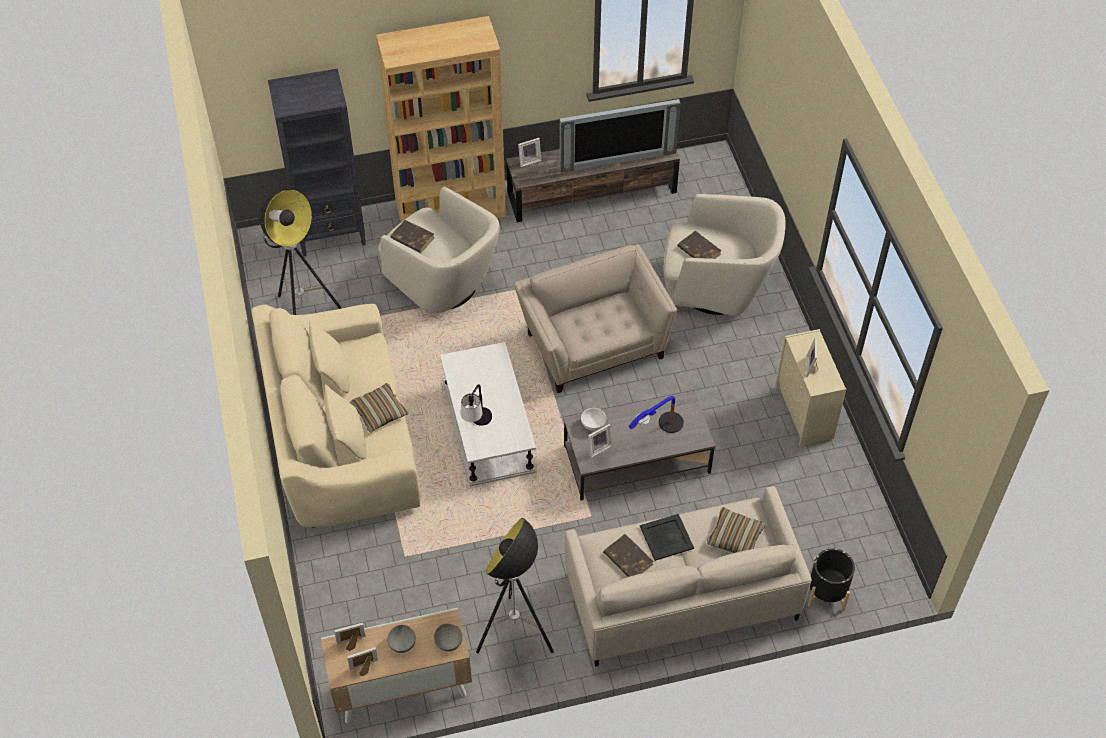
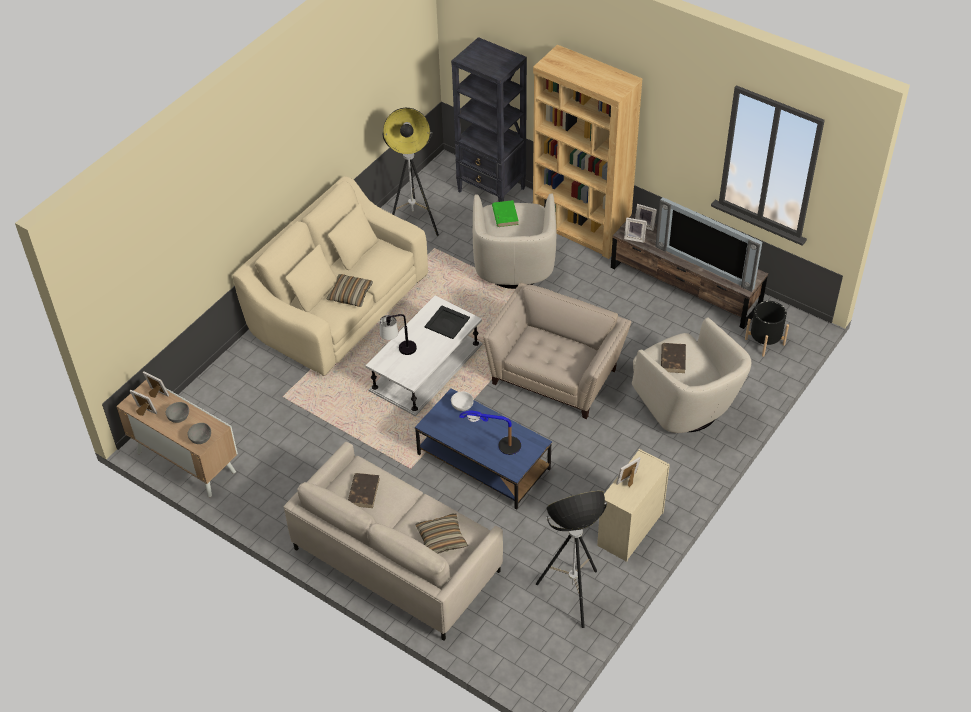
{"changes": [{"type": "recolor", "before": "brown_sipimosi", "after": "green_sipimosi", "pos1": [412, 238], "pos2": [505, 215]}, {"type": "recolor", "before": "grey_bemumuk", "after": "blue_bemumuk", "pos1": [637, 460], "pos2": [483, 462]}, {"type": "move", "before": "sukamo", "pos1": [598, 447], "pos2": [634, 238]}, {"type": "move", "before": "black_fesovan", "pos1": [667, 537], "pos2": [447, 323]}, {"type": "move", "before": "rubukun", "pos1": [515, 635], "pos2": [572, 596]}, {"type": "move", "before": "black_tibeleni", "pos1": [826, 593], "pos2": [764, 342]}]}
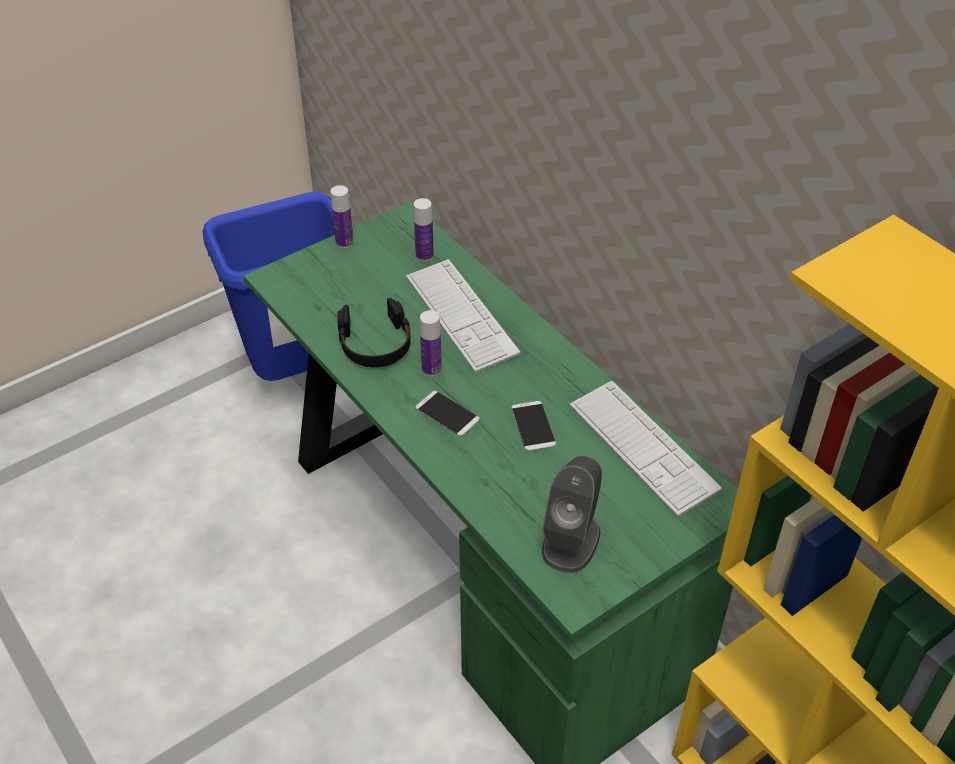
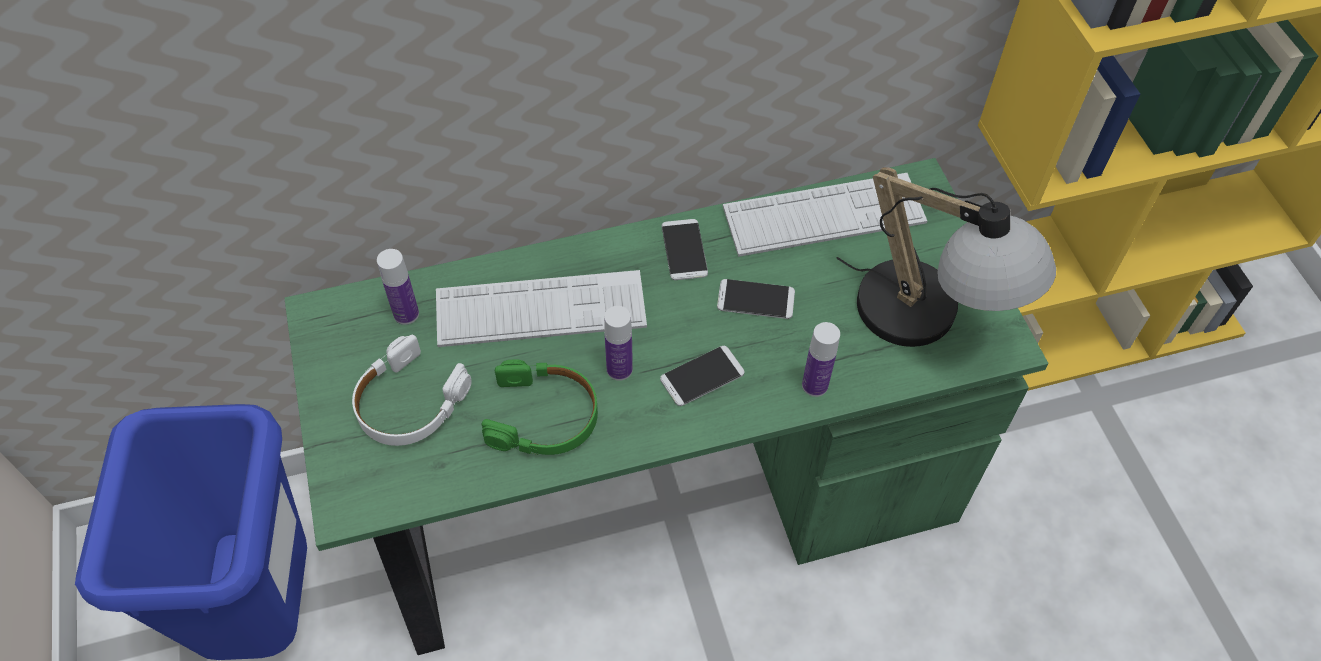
{"changes": [{"type": "move", "before": "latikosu", "pos1": [344, 242], "pos2": [815, 385]}, {"type": "recolor", "before": "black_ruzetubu", "after": "green_ruzetubu", "pos1": [375, 343], "pos2": [544, 416]}, {"type": "replace", "before": "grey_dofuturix", "after": "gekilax", "pos1": [571, 540], "pos2": [930, 321]}, {"type": "insert", "after": "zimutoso", "pos2": [684, 250]}, {"type": "insert", "after": "white_ruzetubu", "pos2": [409, 403]}]}
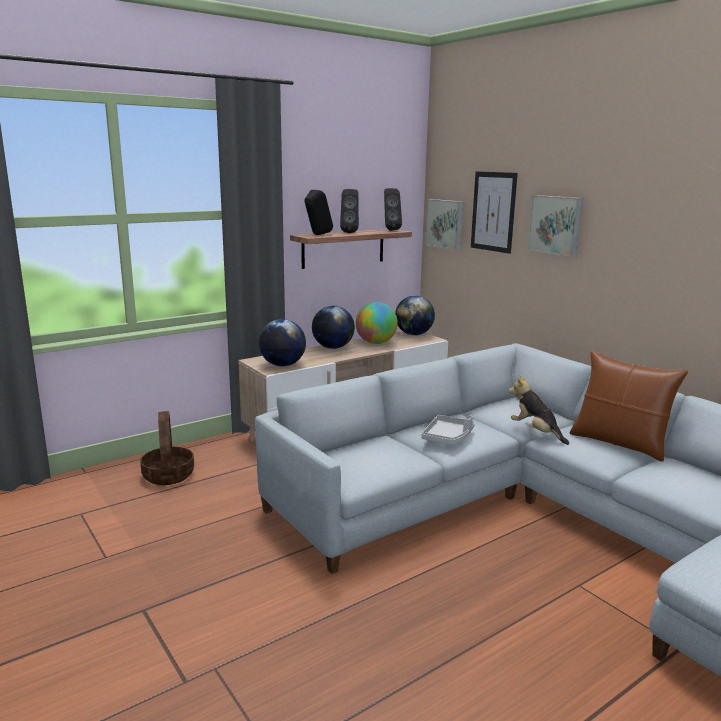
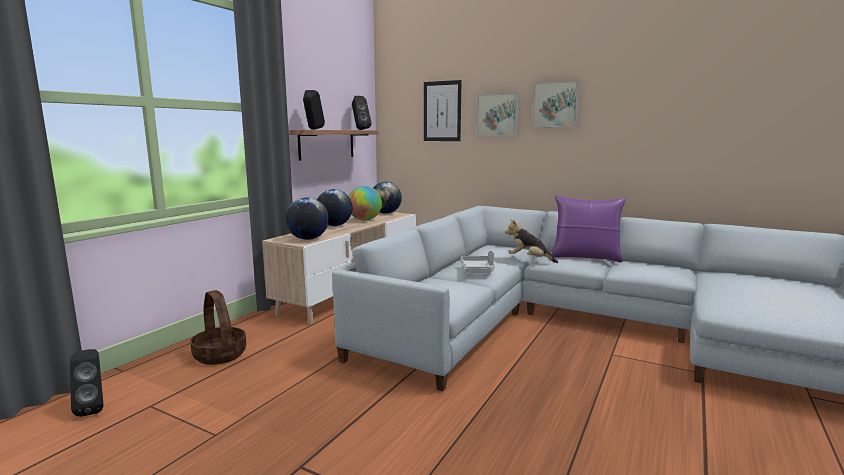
{"changes": [{"type": "move", "before": "black_dofuturix", "pos1": [349, 233], "pos2": [93, 408]}, {"type": "move", "before": "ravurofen", "pos1": [445, 224], "pos2": [555, 105]}, {"type": "recolor", "before": "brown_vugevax", "after": "purple_vugevax", "pos1": [619, 443], "pos2": [585, 257]}]}
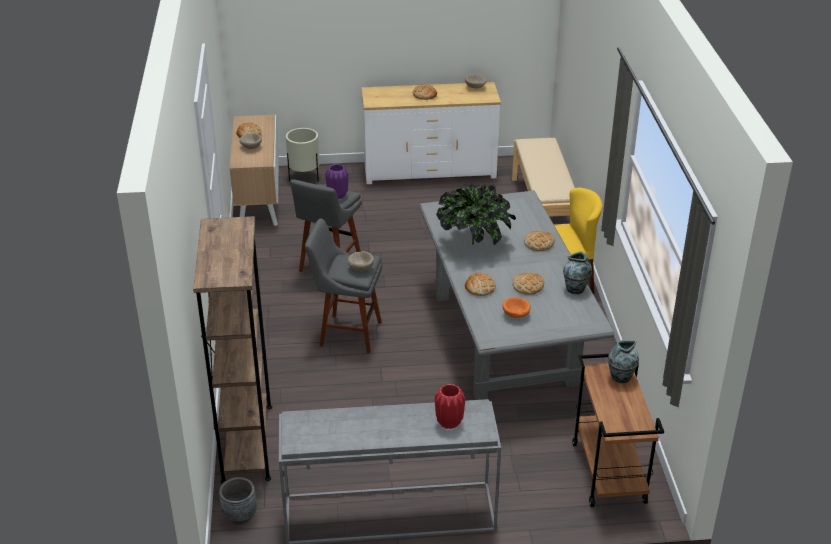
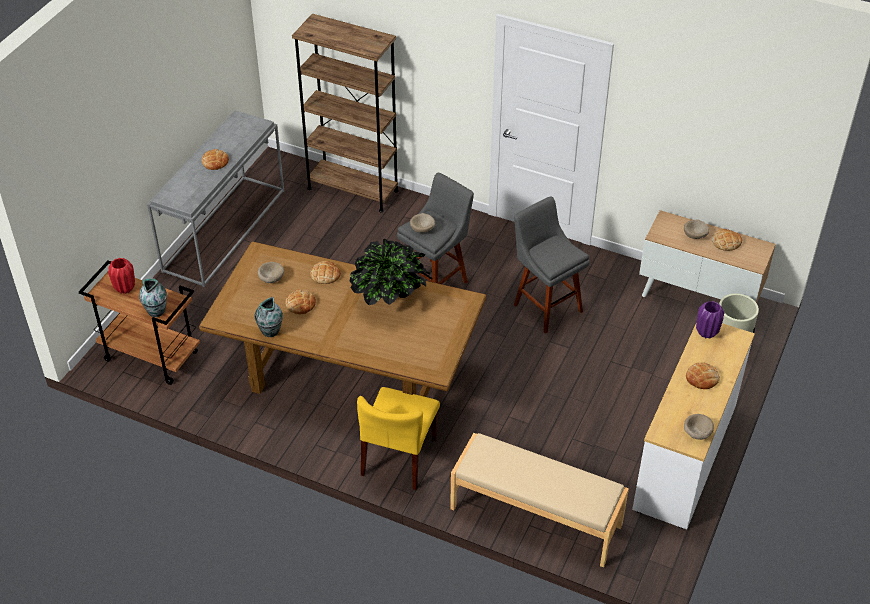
{"changes": [{"type": "move", "before": "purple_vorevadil", "pos1": [337, 195], "pos2": [707, 333]}, {"type": "recolor", "before": "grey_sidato", "after": "brown_sidato", "pos1": [503, 338], "pos2": [350, 374]}, {"type": "move", "before": "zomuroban", "pos1": [539, 243], "pos2": [215, 162]}, {"type": "recolor", "before": "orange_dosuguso", "after": "beige_dosuguso", "pos1": [516, 315], "pos2": [271, 278]}, {"type": "move", "before": "red_vorevadil", "pos1": [449, 422], "pos2": [125, 288]}, {"type": "delete", "before": "grey_tibeleni", "pos1": [240, 515]}]}
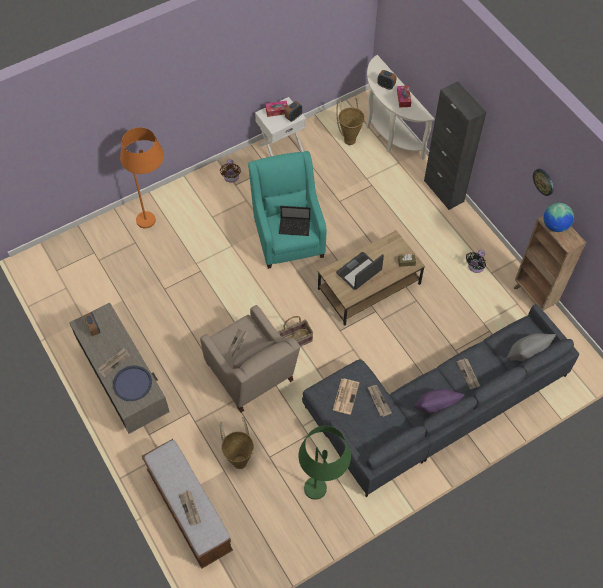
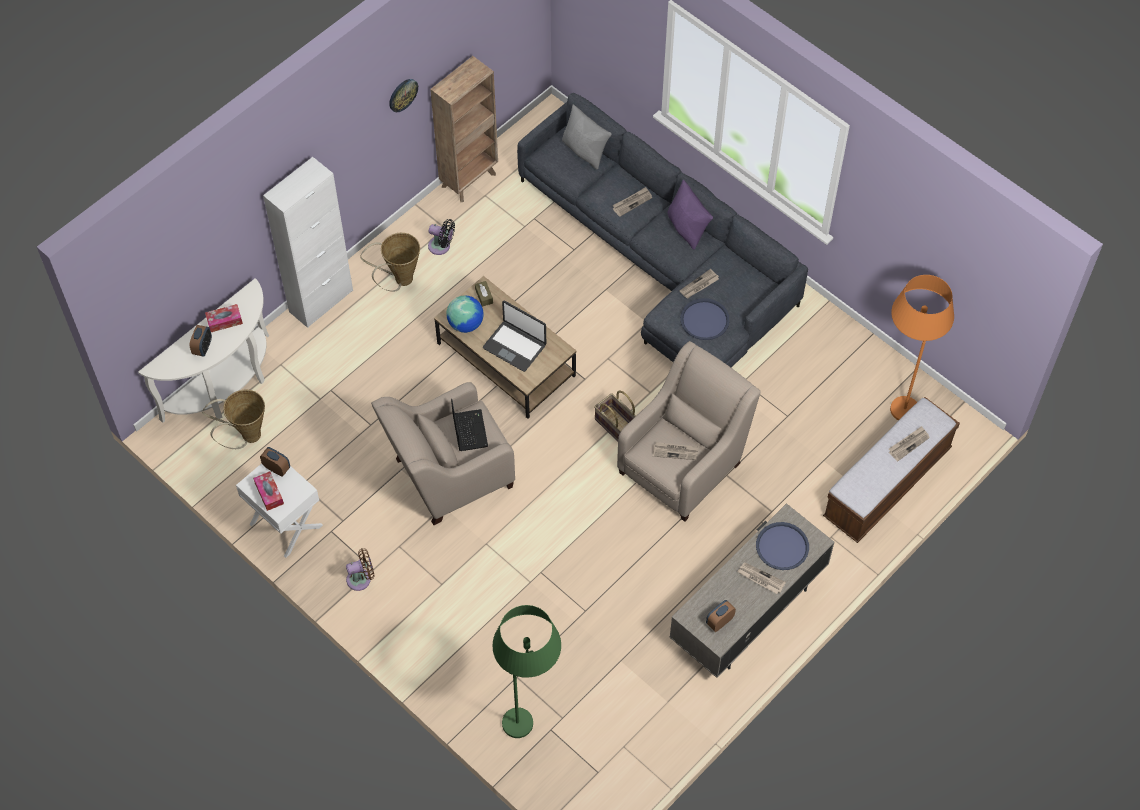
{"changes": [{"type": "recolor", "before": "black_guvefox", "after": "white_guvefox", "pos1": [443, 191], "pos2": [321, 301]}, {"type": "move", "before": "orange_rubukun", "pos1": [156, 220], "pos2": [899, 396]}, {"type": "recolor", "before": "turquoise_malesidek", "after": "beige_malesidek", "pos1": [288, 236], "pos2": [449, 475]}, {"type": "move", "before": "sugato", "pos1": [555, 226], "pos2": [466, 324]}, {"type": "replace", "before": "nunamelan", "after": "blue_fesovan", "pos1": [345, 396], "pos2": [704, 320]}, {"type": "move", "before": "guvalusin", "pos1": [239, 458], "pos2": [399, 280]}, {"type": "move", "before": "green_rubukun", "pos1": [322, 499], "pos2": [529, 711]}]}
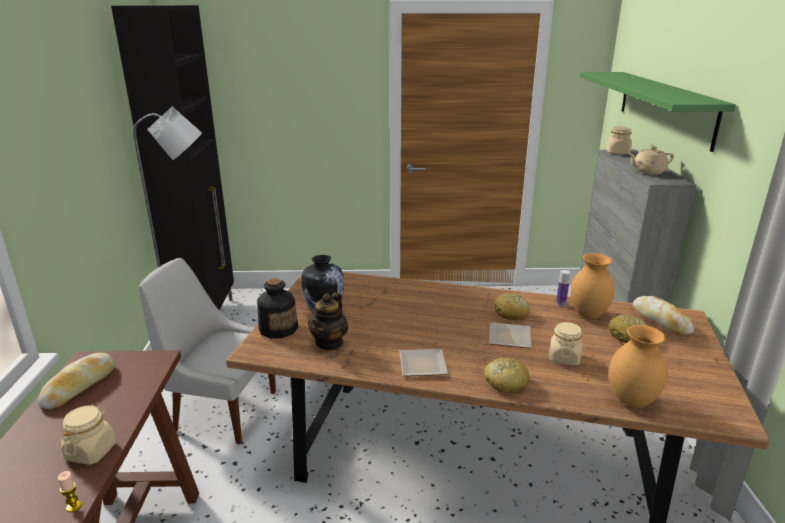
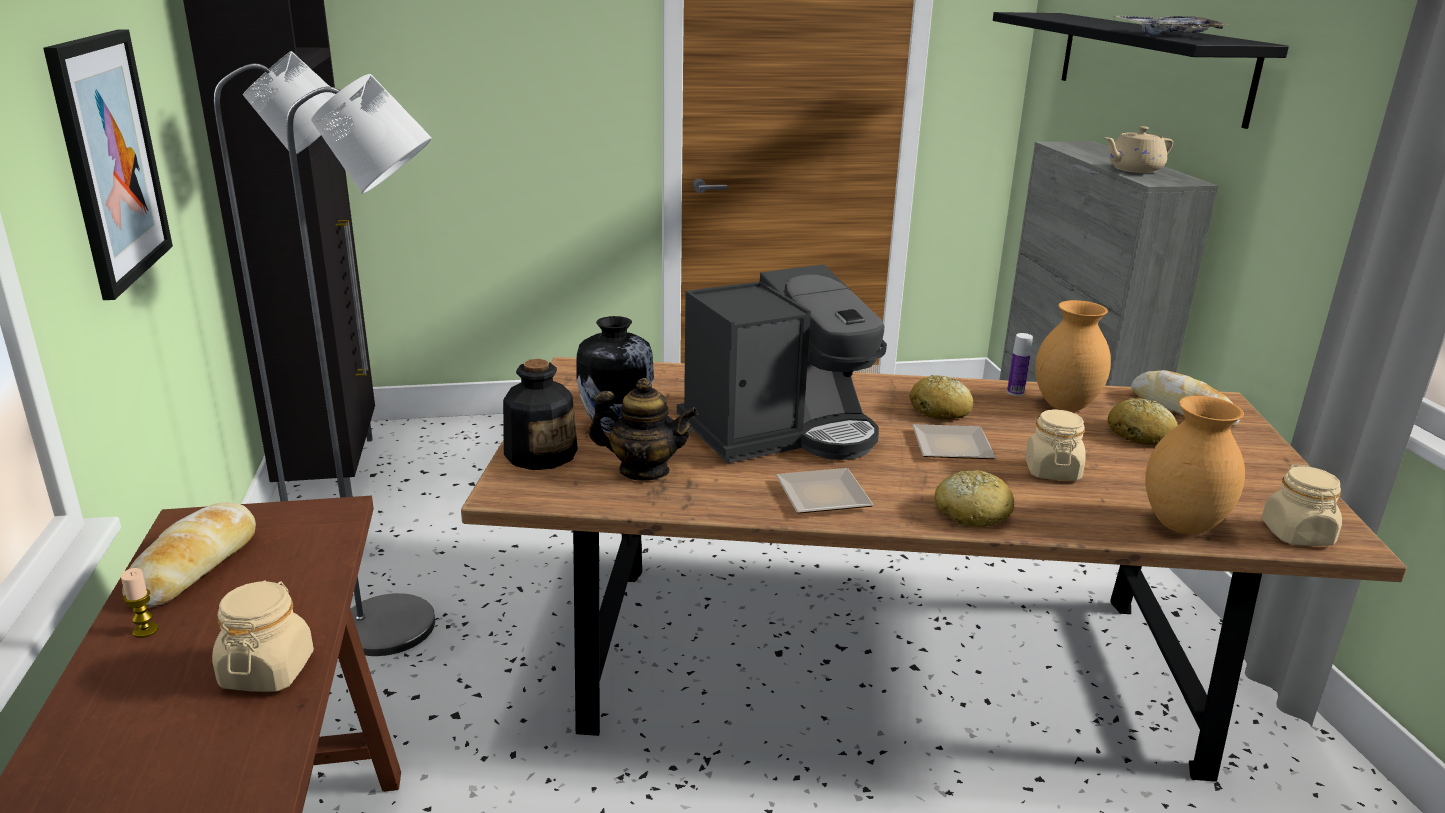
{"changes": [{"type": "recolor", "before": "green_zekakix", "after": "black_zekakix", "pos1": [665, 107], "pos2": [1149, 64]}, {"type": "move", "before": "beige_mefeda", "pos1": [617, 152], "pos2": [1297, 534]}, {"type": "replace", "before": "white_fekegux", "after": "grey_rubukun", "pos1": [222, 410], "pos2": [406, 628]}, {"type": "rotate", "before": "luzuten", "pos1": [329, 342], "pos2": [644, 470], "turn": -90}, {"type": "move", "before": "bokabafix", "pos1": [74, 506], "pos2": [145, 630]}, {"type": "insert", "after": "fesovan", "pos2": [1166, 34]}, {"type": "insert", "after": "ravurofen", "pos2": [110, 160]}, {"type": "insert", "after": "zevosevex", "pos2": [781, 432]}]}
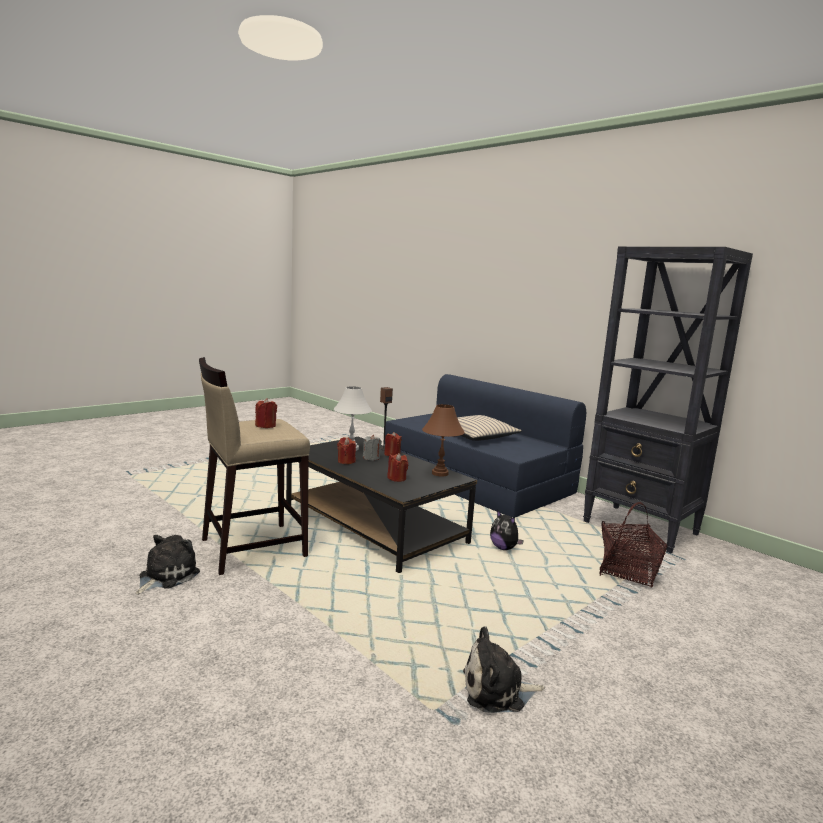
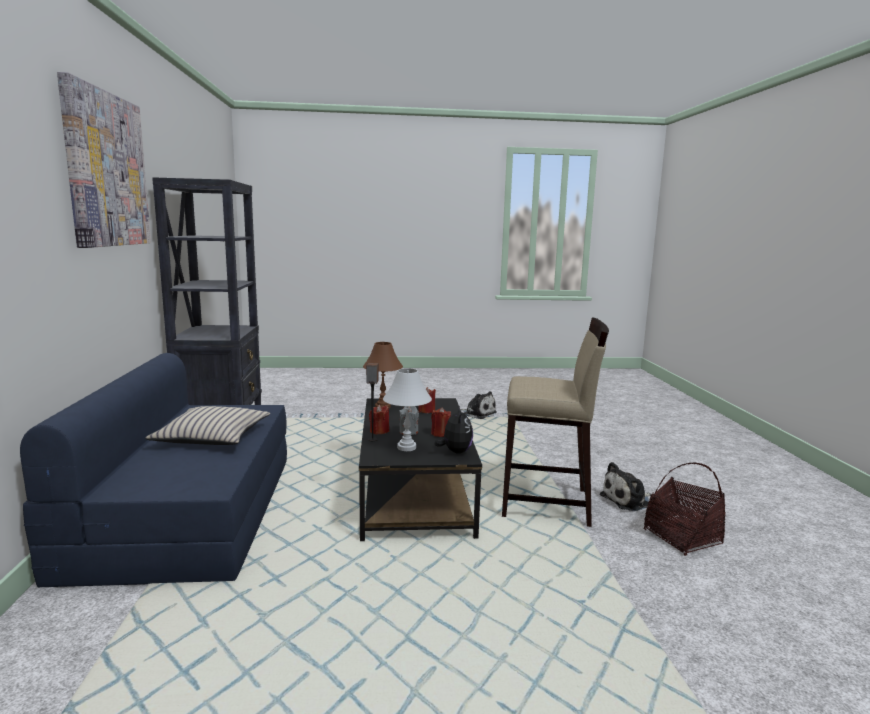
{"changes": [{"type": "delete", "before": "red_bokabafix", "pos1": [266, 426]}, {"type": "move", "before": "guvalusin", "pos1": [627, 572], "pos2": [681, 537]}, {"type": "move", "before": "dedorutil", "pos1": [504, 548], "pos2": [455, 452]}, {"type": "insert", "after": "ravurofen", "pos2": [106, 170]}]}
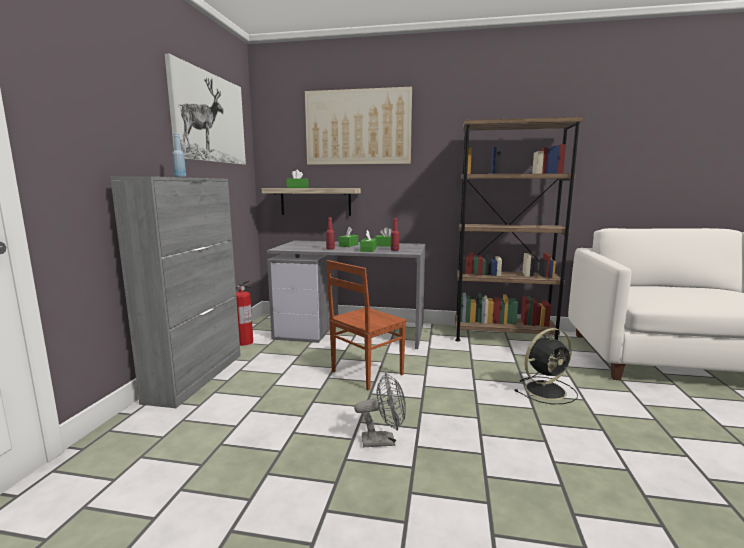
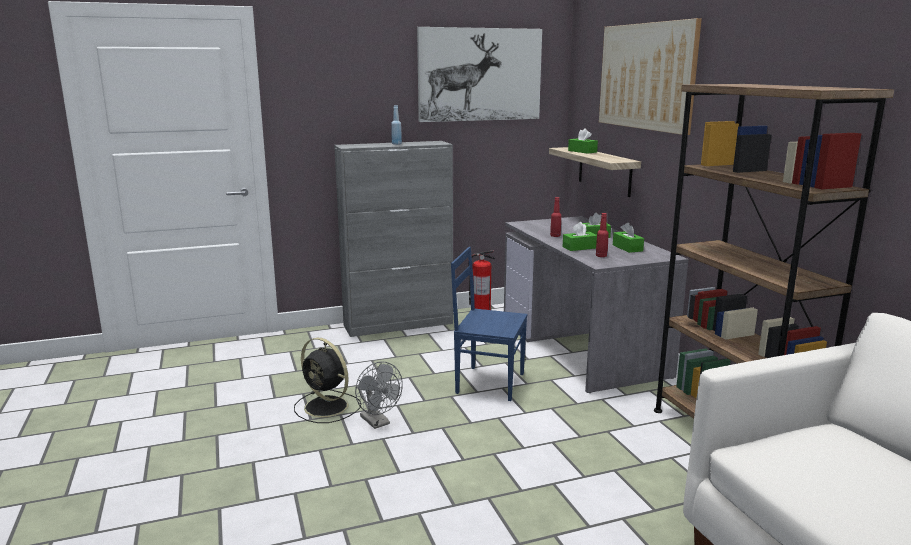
{"changes": [{"type": "recolor", "before": "brown_fekegux", "after": "blue_fekegux", "pos1": [365, 373], "pos2": [489, 382]}, {"type": "move", "before": "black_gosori", "pos1": [546, 390], "pos2": [328, 407]}]}
